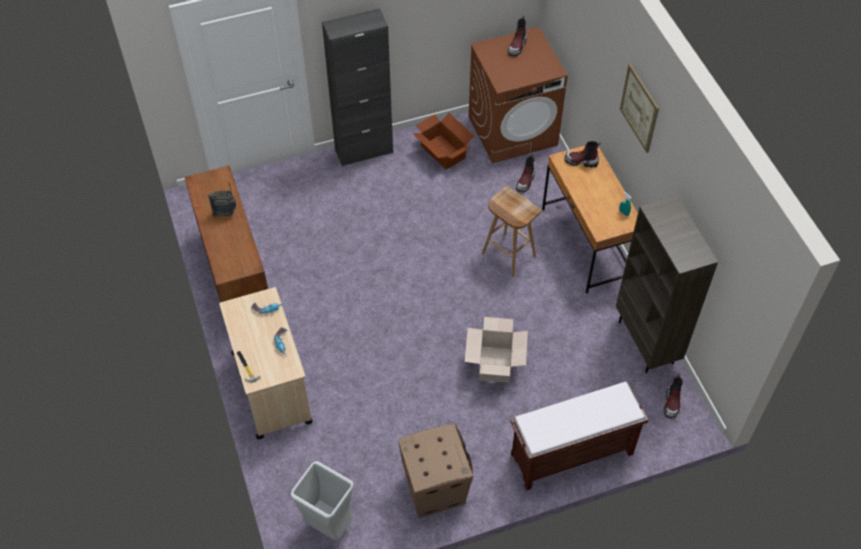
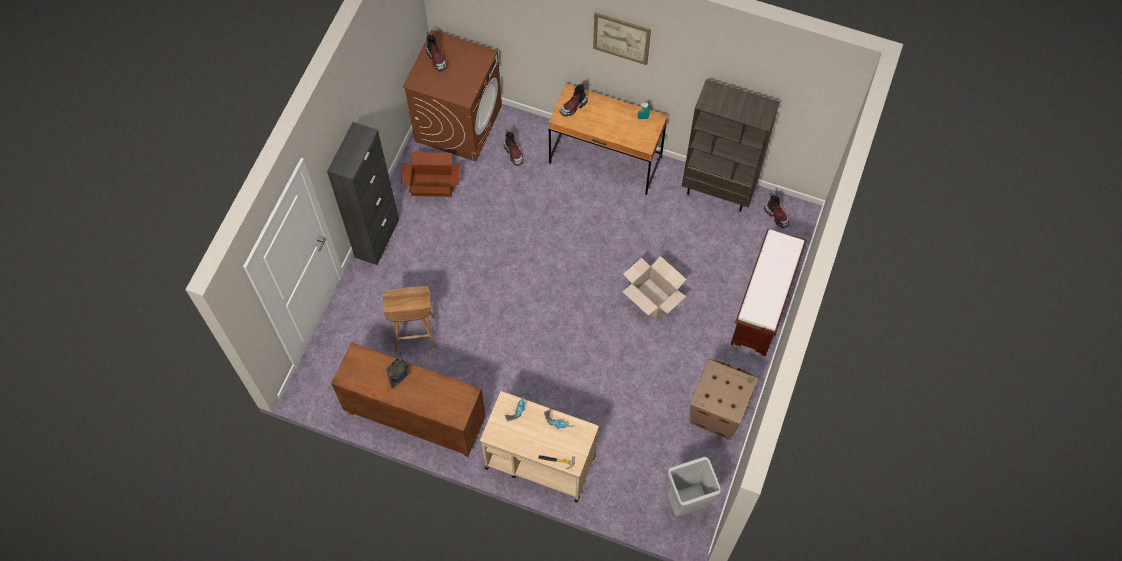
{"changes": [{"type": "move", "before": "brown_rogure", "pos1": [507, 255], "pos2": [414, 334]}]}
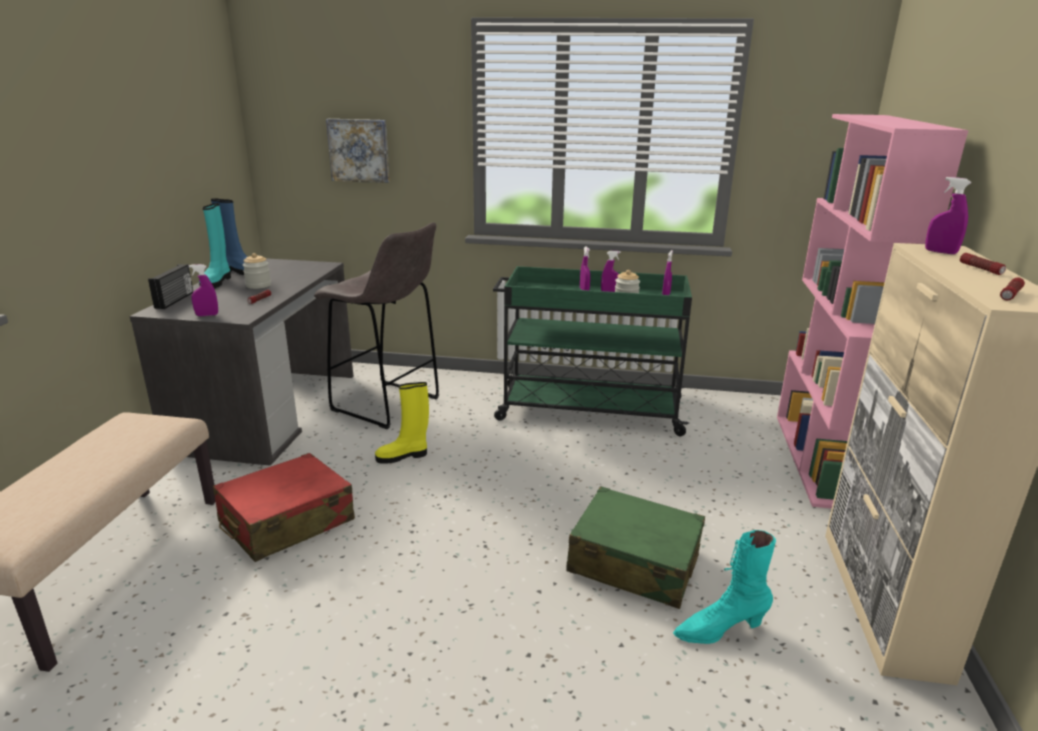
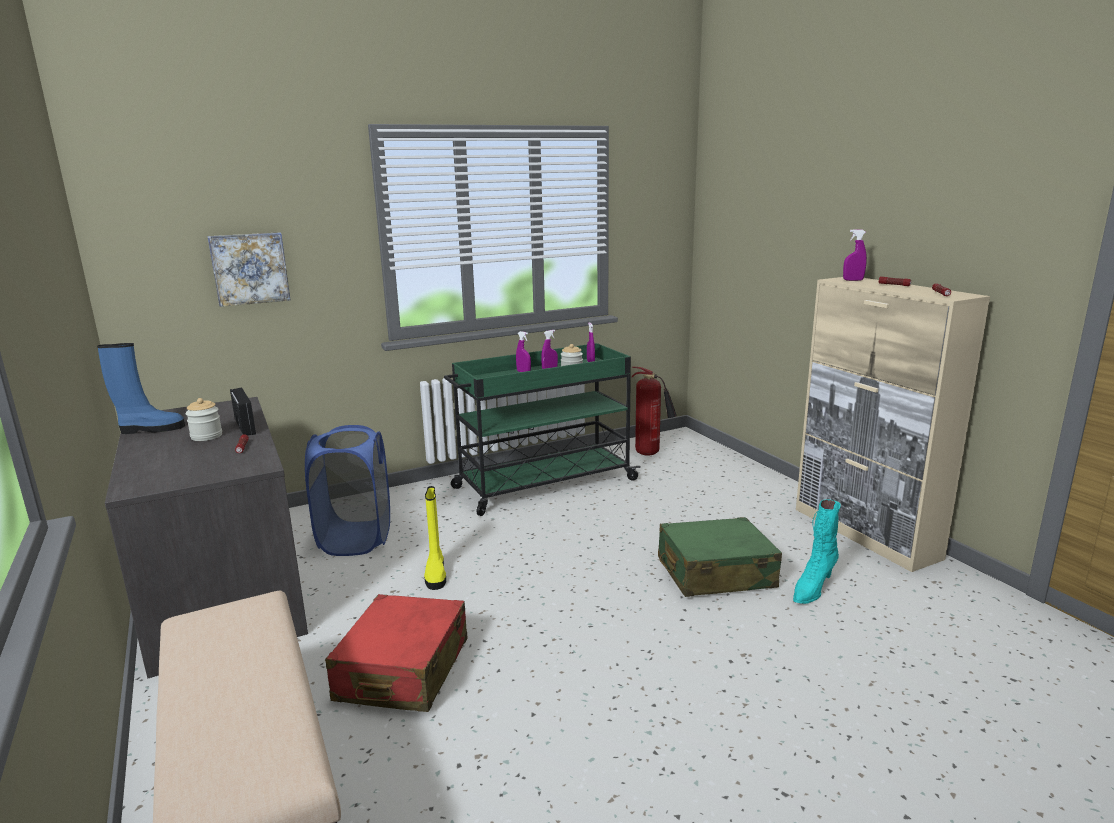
{"changes": [{"type": "delete", "before": "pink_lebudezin", "pos1": [818, 459]}, {"type": "delete", "before": "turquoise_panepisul", "pos1": [217, 282]}, {"type": "replace", "before": "grey_rogure", "after": "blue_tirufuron", "pos1": [388, 405], "pos2": [356, 539]}, {"type": "move", "before": "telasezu", "pos1": [175, 300], "pos2": [246, 426]}, {"type": "delete", "before": "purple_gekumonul", "pos1": [207, 315]}, {"type": "rotate", "before": "yellow_panepisul", "pos1": [403, 456], "pos2": [436, 573], "turn": -45}, {"type": "insert", "after": "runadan", "pos2": [650, 453]}]}
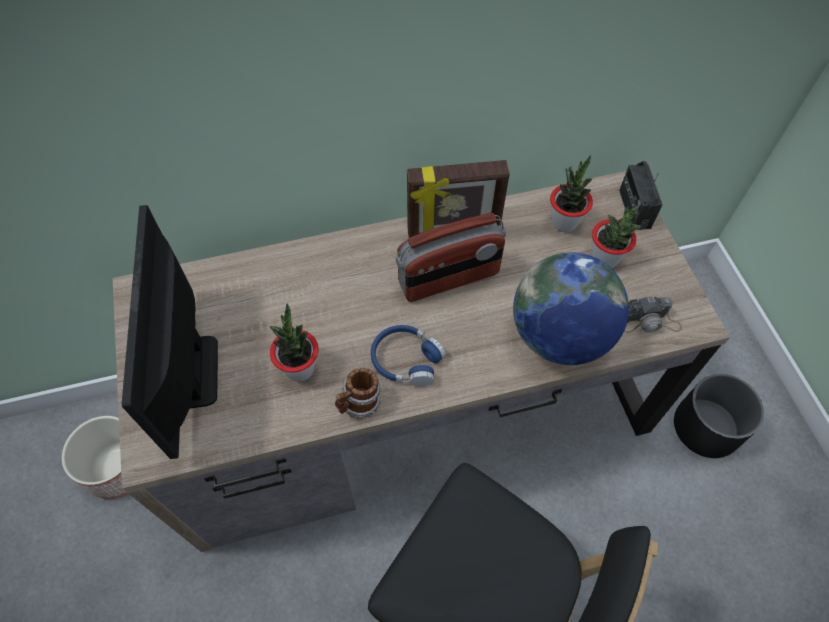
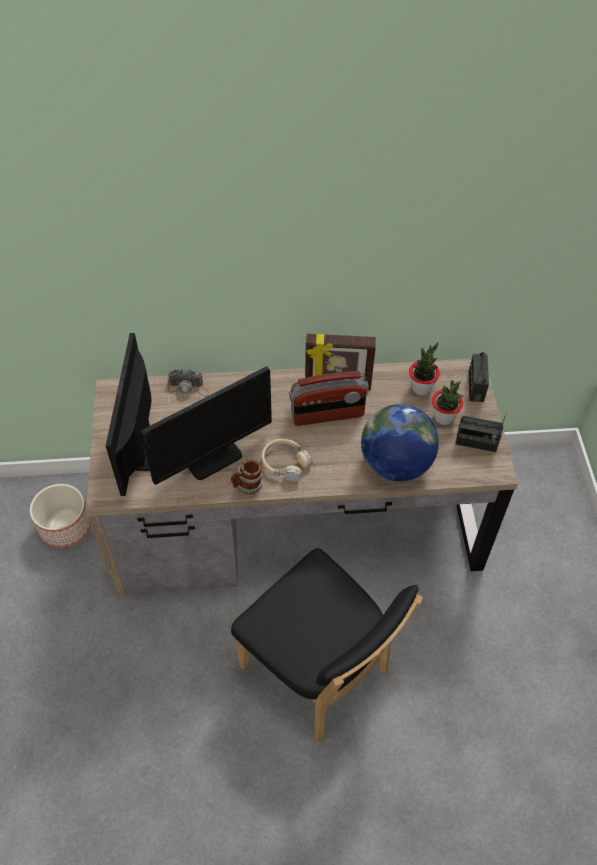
{"changes": [{"type": "move", "before": "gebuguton", "pos1": [648, 322], "pos2": [188, 388]}, {"type": "replace", "before": "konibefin", "after": "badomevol", "pos1": [299, 368], "pos2": [212, 457]}, {"type": "recolor", "before": "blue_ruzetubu", "after": "beige_ruzetubu", "pos1": [406, 360], "pos2": [285, 463]}, {"type": "delete", "before": "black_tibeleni", "pos1": [706, 427]}, {"type": "insert", "after": "telasezu", "pos2": [476, 442]}]}
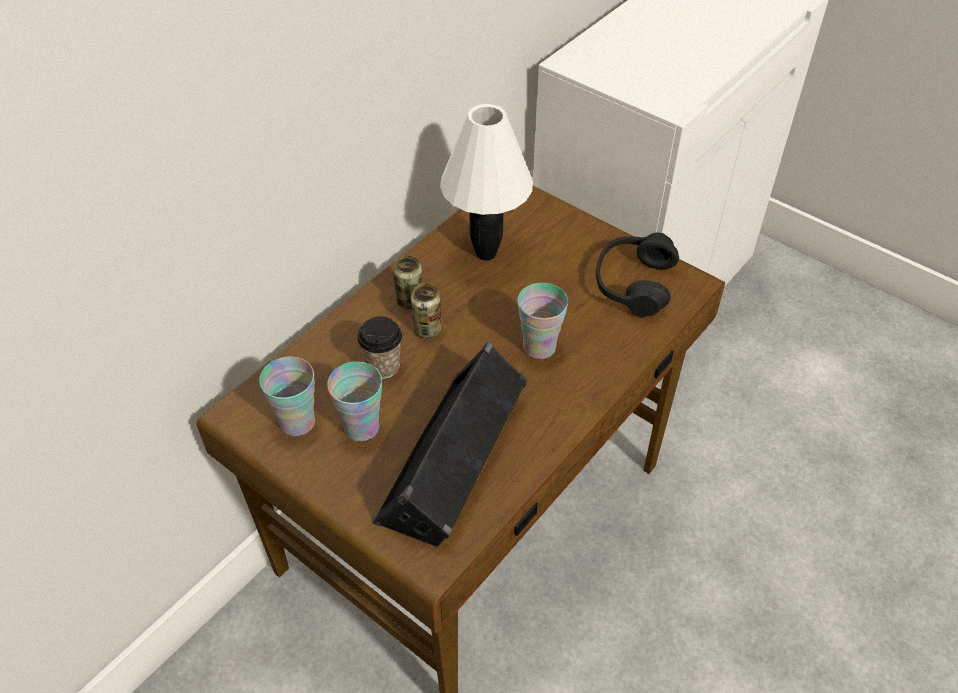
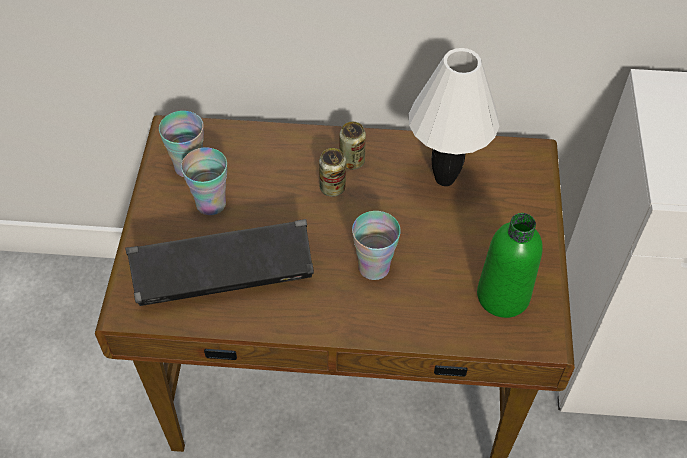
{"changes": [{"type": "replace", "before": "black_ruzetubu", "after": "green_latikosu", "pos1": [633, 284], "pos2": [503, 296]}, {"type": "delete", "before": "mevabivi", "pos1": [383, 366]}]}
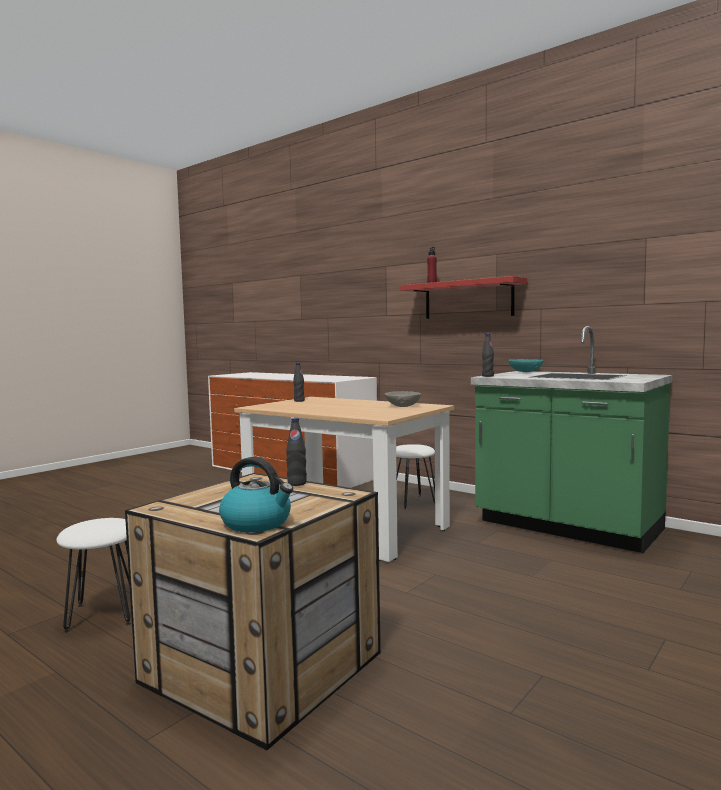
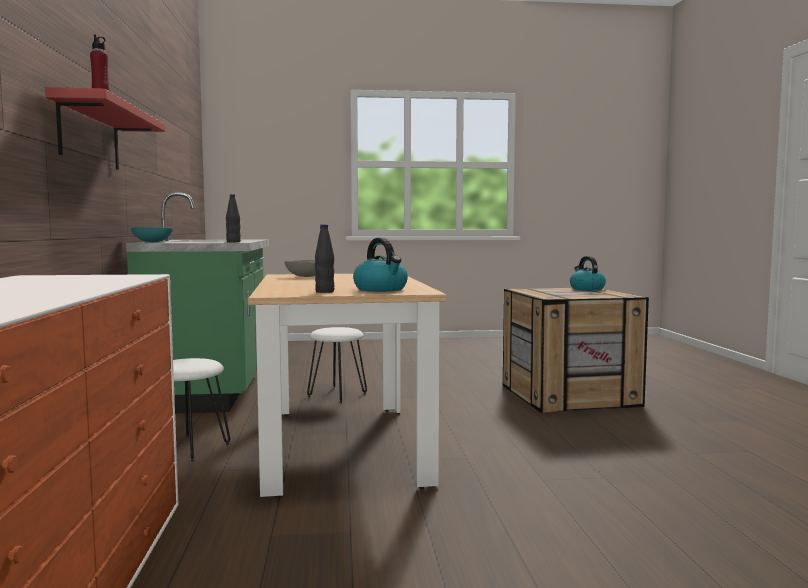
{"changes": [{"type": "delete", "before": "black_latikosu", "pos1": [297, 483]}, {"type": "move", "before": "white_rogure", "pos1": [103, 615], "pos2": [337, 395]}, {"type": "insert", "after": "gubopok", "pos2": [381, 289]}]}
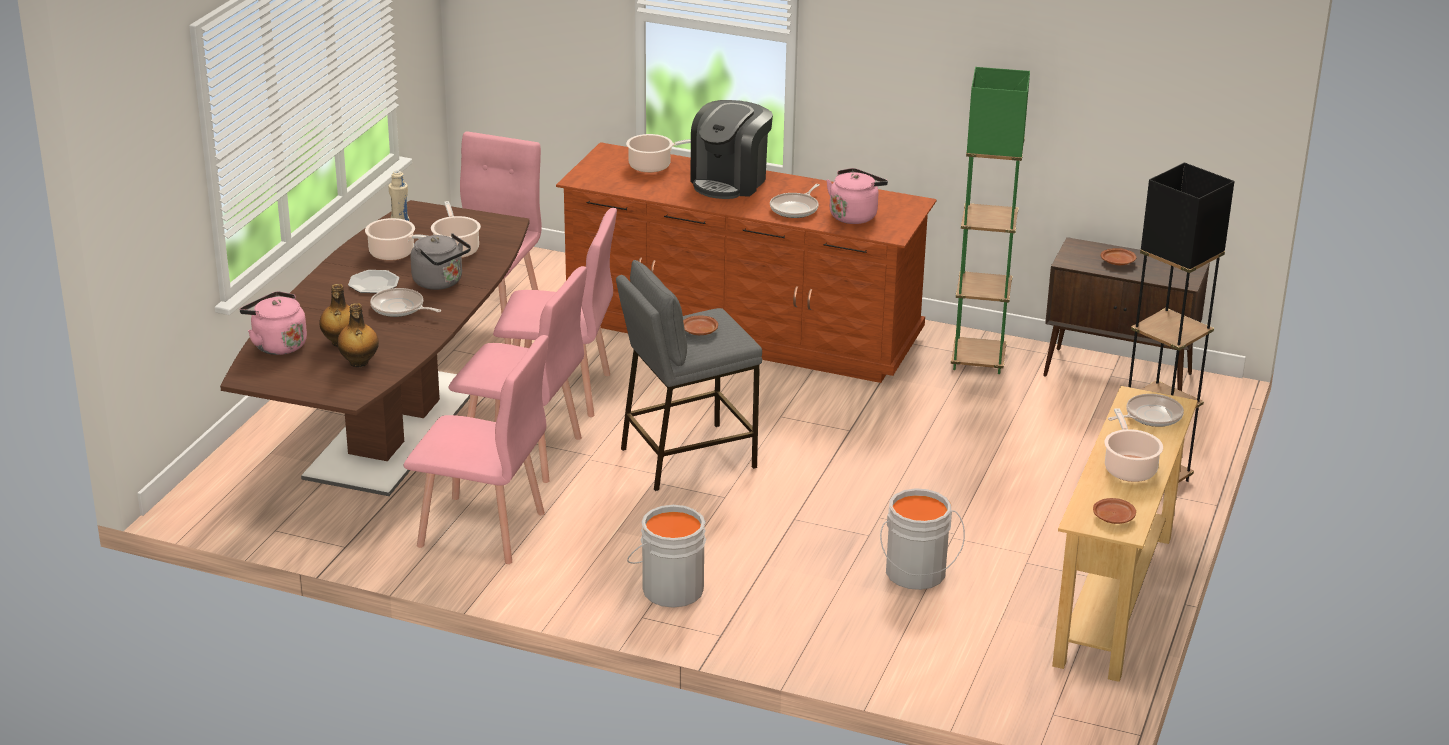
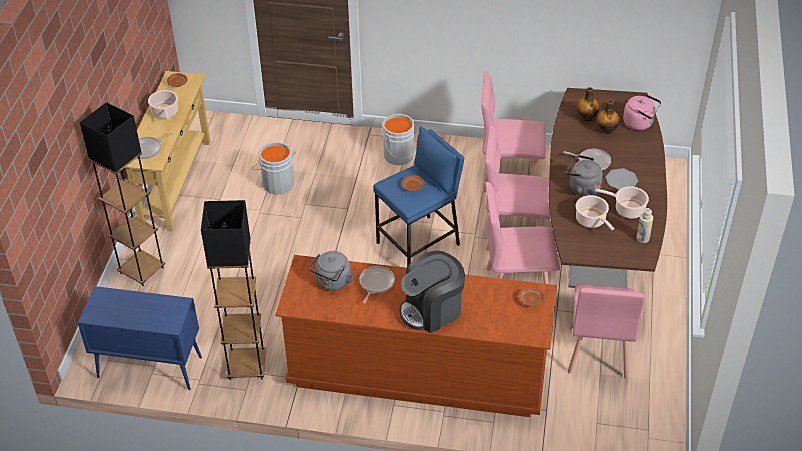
{"changes": [{"type": "recolor", "before": "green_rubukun", "after": "black_rubukun", "pos1": [978, 360], "pos2": [247, 366]}, {"type": "rotate", "before": "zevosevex", "pos1": [730, 181], "pos2": [432, 310], "turn": -135}, {"type": "delete", "before": "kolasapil", "pos1": [653, 166]}, {"type": "recolor", "before": "pink_gubopok", "after": "grey_gubopok", "pos1": [854, 215], "pos2": [332, 282]}, {"type": "recolor", "before": "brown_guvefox", "after": "blue_guvefox", "pos1": [1119, 375], "pos2": [148, 367]}, {"type": "move", "before": "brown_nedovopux", "pos1": [1118, 262], "pos2": [531, 300]}, {"type": "recolor", "before": "grey_rogure", "after": "blue_rogure", "pos1": [687, 457], "pos2": [419, 244]}]}
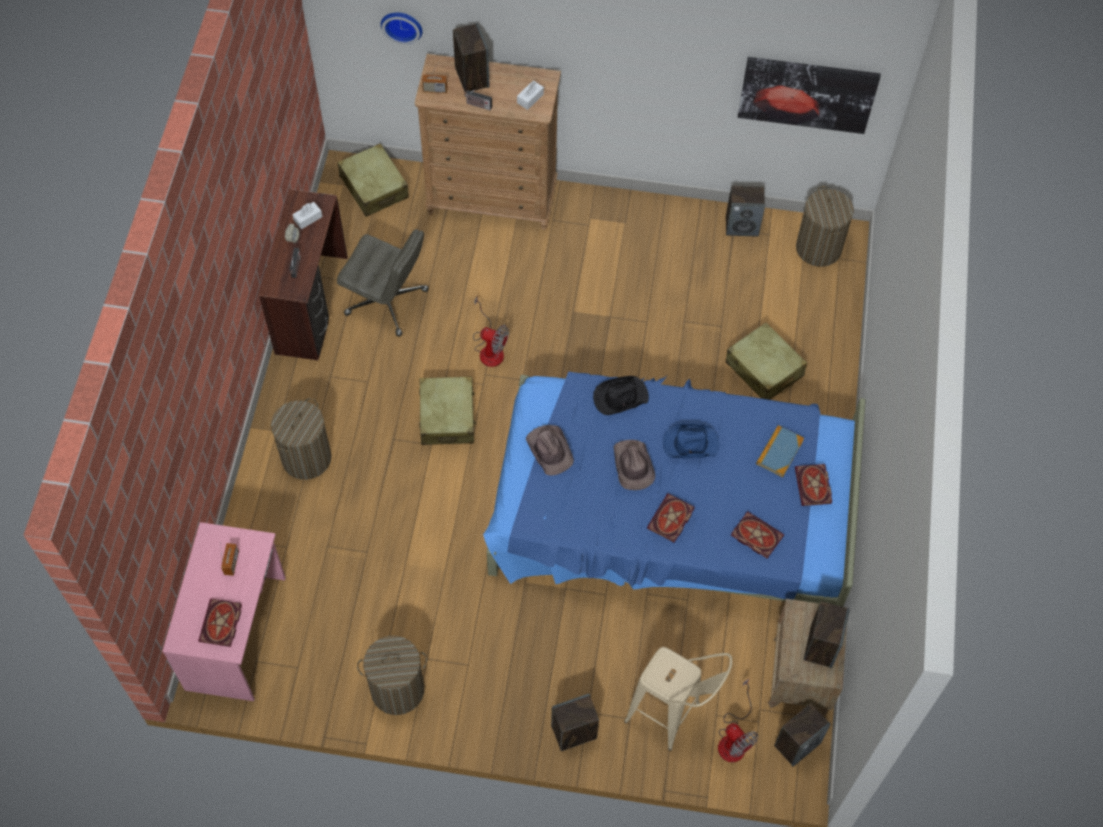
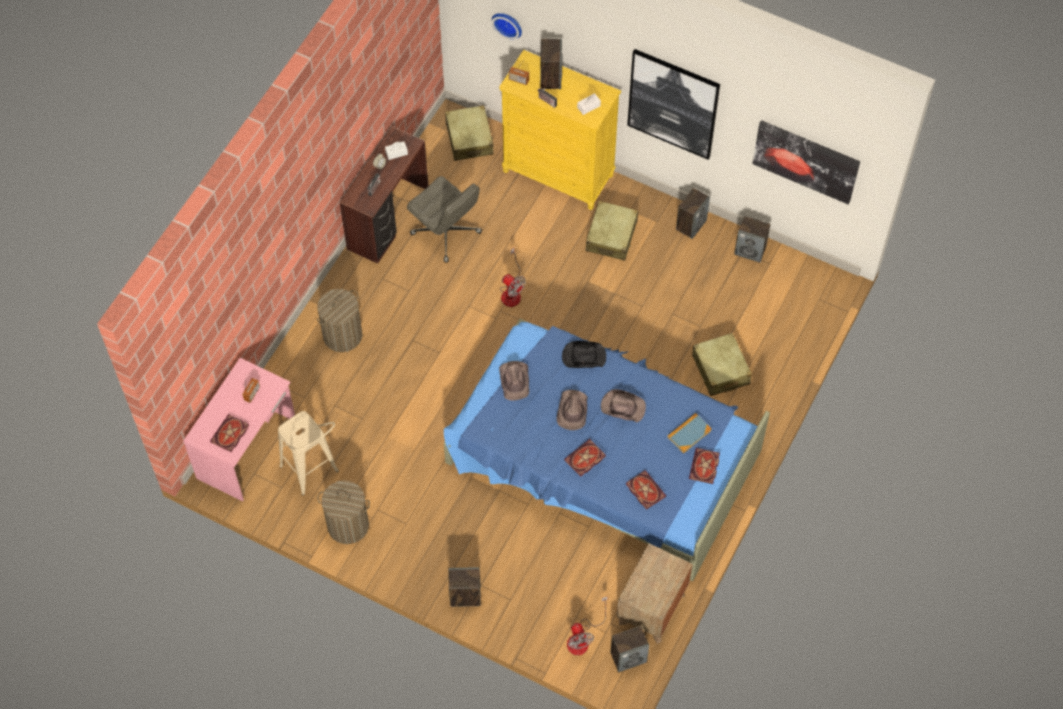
{"changes": [{"type": "recolor", "before": "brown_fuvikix", "after": "yellow_fuvikix", "pos1": [492, 199], "pos2": [558, 173]}, {"type": "delete", "before": "tirufuron", "pos1": [818, 248]}, {"type": "move", "before": "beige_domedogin", "pos1": [447, 417], "pos2": [611, 236]}, {"type": "recolor", "before": "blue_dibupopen", "after": "brown_dibupopen", "pos1": [690, 443], "pos2": [622, 407]}, {"type": "move", "before": "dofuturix", "pos1": [821, 645], "pos2": [691, 225]}, {"type": "move", "before": "beige_rogure", "pos1": [672, 719], "pos2": [314, 475]}, {"type": "insert", "after": "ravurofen", "pos2": [673, 103]}]}
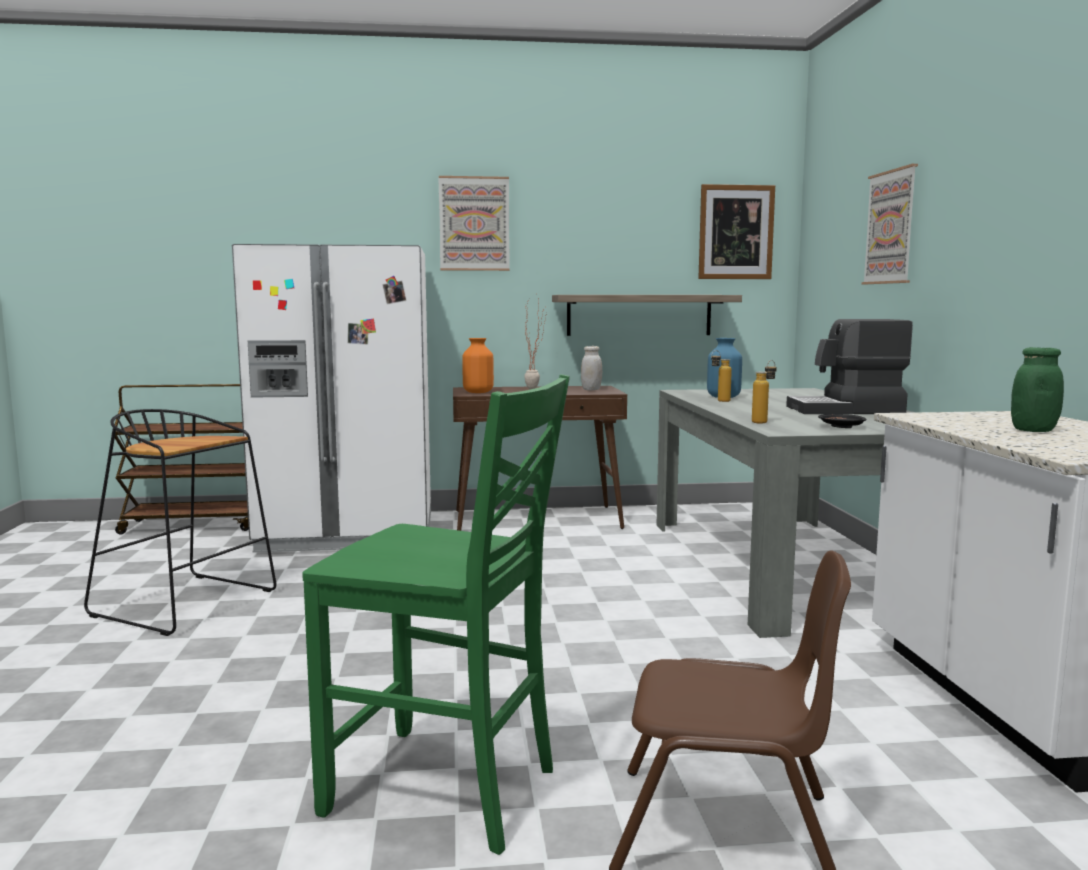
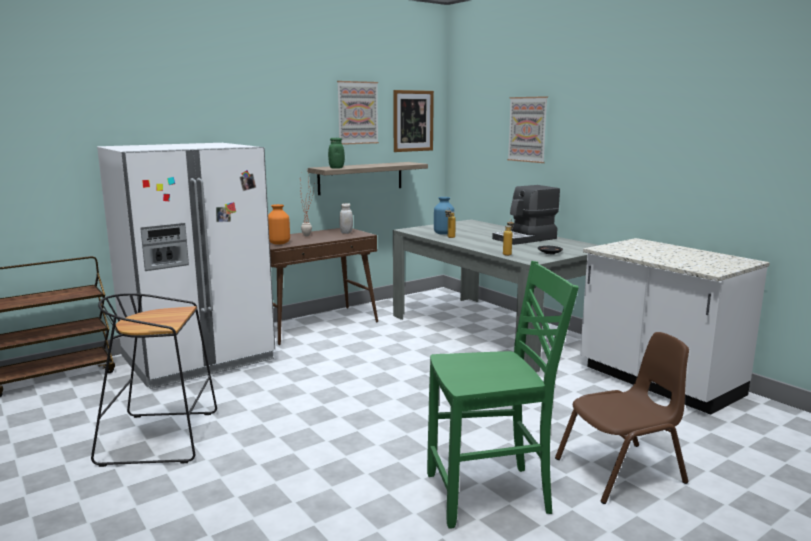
{"changes": [{"type": "move", "before": "ravurofen", "pos1": [474, 224], "pos2": [357, 113]}, {"type": "move", "before": "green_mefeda", "pos1": [1033, 430], "pos2": [336, 168]}]}
